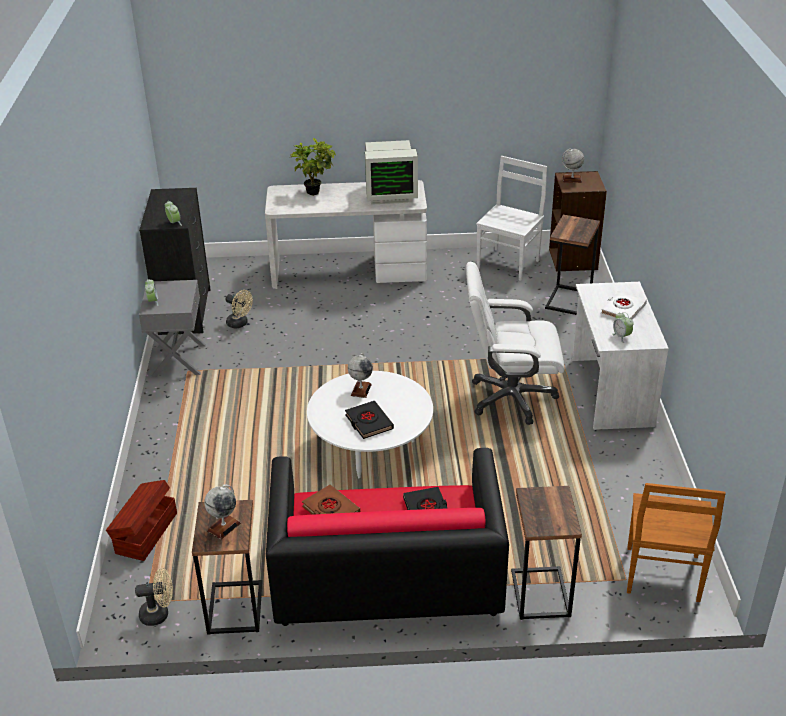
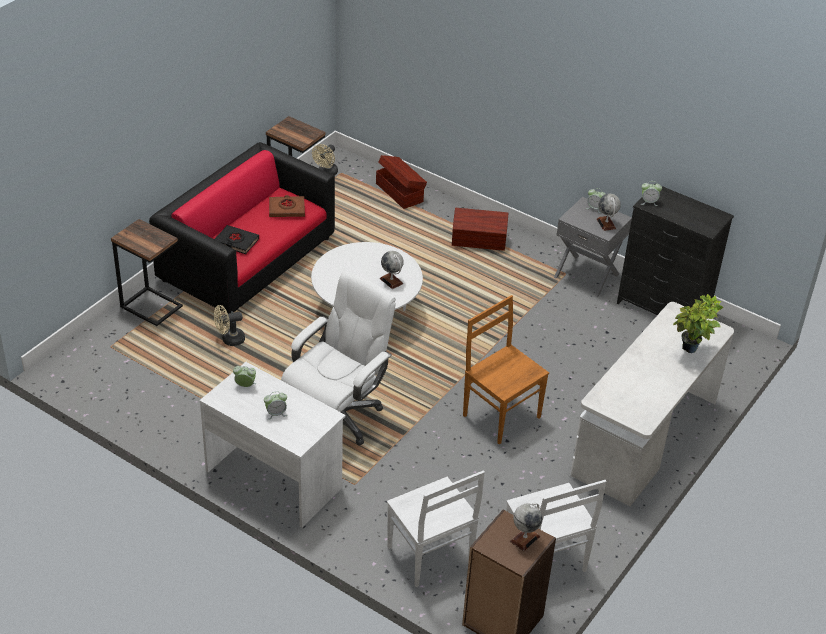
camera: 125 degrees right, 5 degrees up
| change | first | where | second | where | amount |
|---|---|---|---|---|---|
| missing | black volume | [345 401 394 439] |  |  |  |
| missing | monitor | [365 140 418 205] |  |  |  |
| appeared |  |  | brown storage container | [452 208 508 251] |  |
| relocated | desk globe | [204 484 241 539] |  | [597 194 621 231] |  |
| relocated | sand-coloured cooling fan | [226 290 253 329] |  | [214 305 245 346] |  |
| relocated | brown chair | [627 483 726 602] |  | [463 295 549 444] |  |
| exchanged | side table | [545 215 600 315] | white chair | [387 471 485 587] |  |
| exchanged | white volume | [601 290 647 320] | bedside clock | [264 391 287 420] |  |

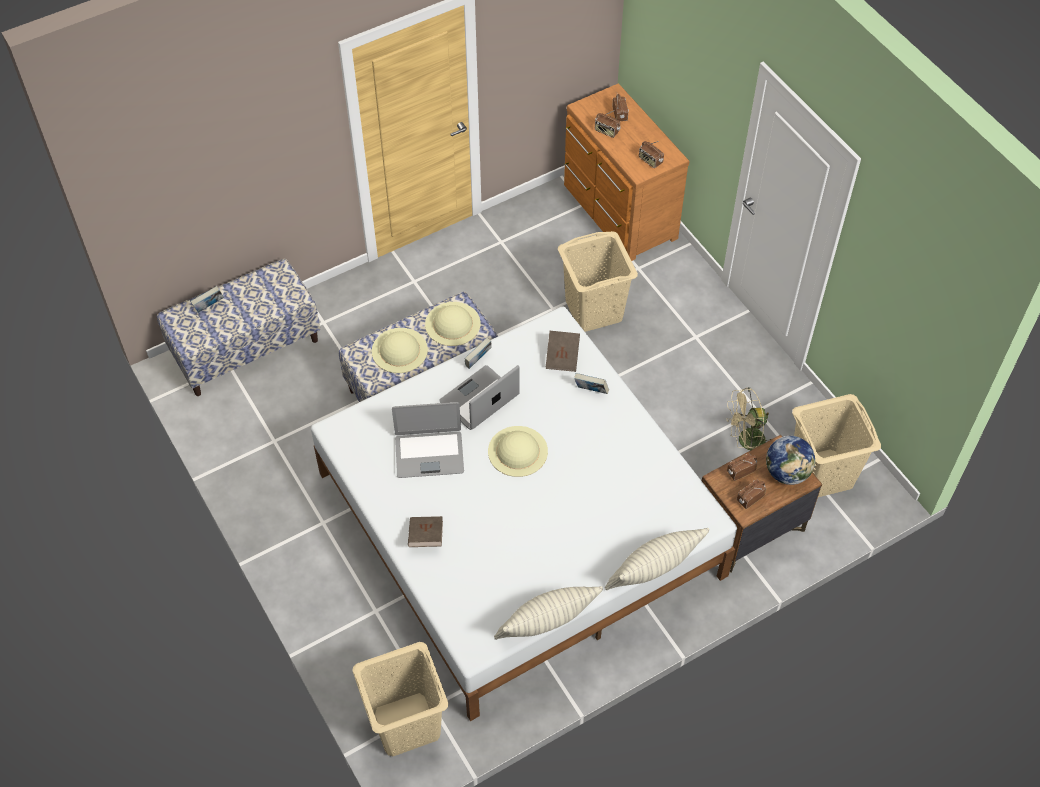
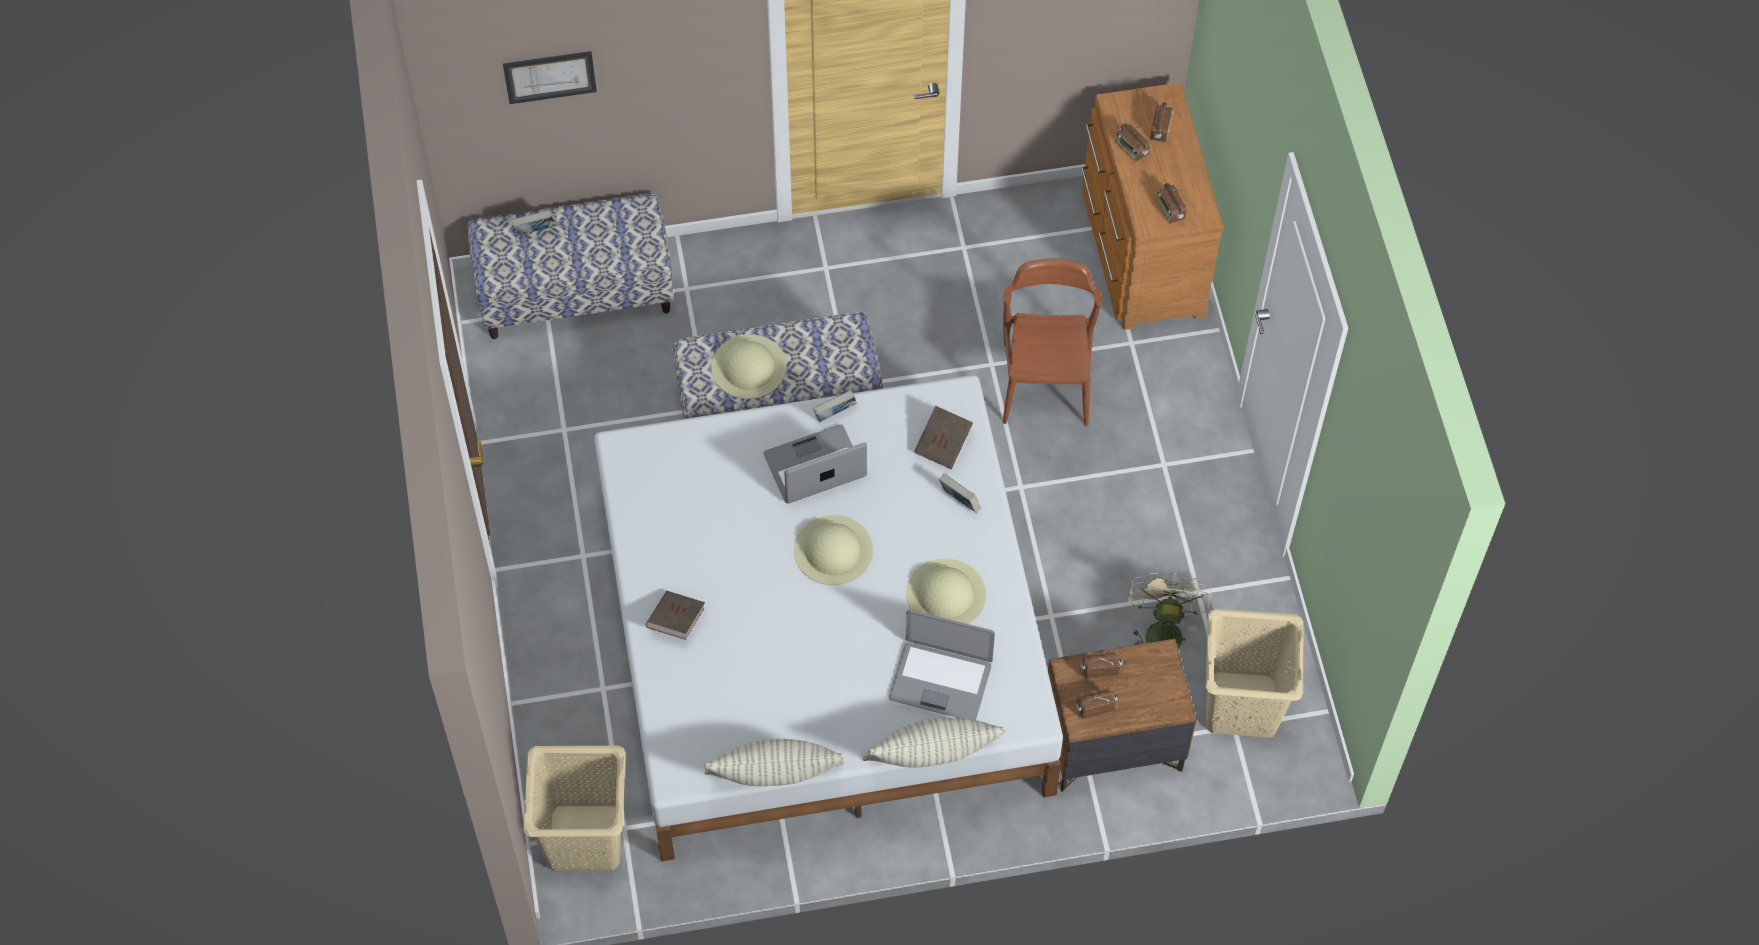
camera: 20 degrees right, 5 degrees up
| change | first | where | second | where | amount |
|---|---|---|---|---|---|
| missing | desk globe | [766 436 815 485] |  |  |  |
| appeared |  |  | picture | [503 51 597 104] |  |
| relocated | portable computer | [392 402 464 478] |  | [889 610 995 720] |  |
| relocated | sand-coloured wearable hat | [425 302 480 346] |  | [906 559 986 624] |  |
| exchanged | sand-coloured washing basket | [558 231 638 332] | brown chair | [1003 258 1102 426] |  |
| spun | sand-coloured cooling fan | [727 387 771 450] |  | [1128 573 1212 649] | 90 degrees clockwise |

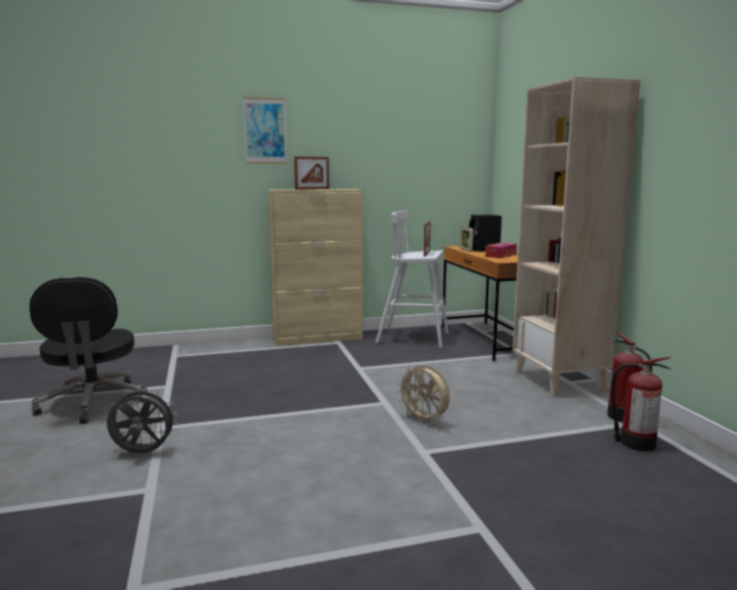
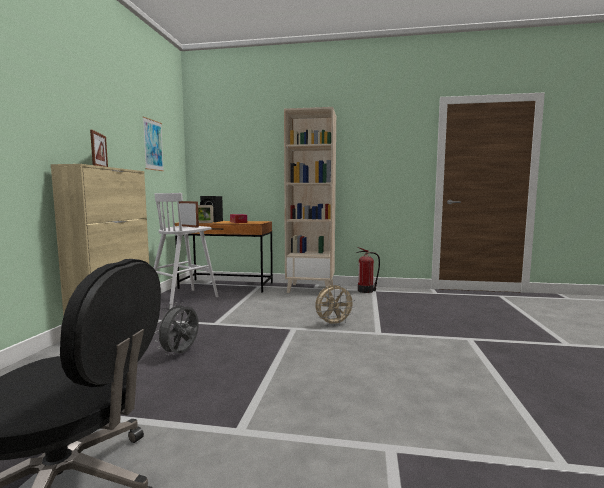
camera: 65 degrees left, 5 degrees down
| change | first | where | second | where | amount |
|---|---|---|---|---|---|
| missing | extinguisher | [611 357 671 451] |  |  |  |
| relocated | gray cooling fan | [107 387 178 453] |  | [155 302 199 355] |  |
| relocated | picture | [243 97 287 163] |  | [143 117 164 171] |  |

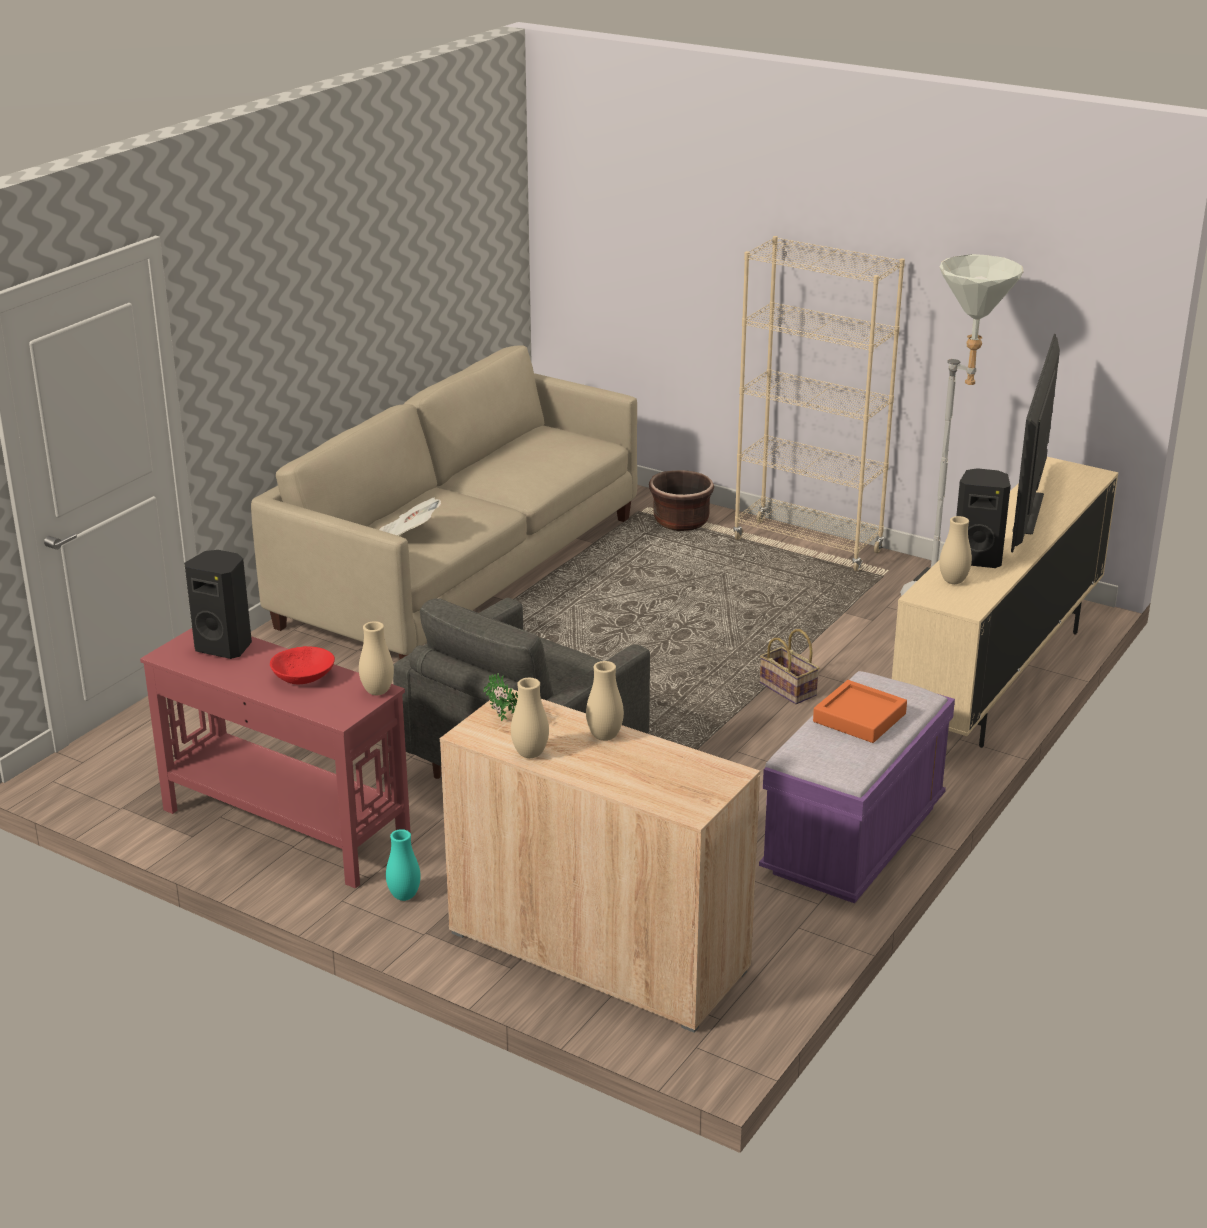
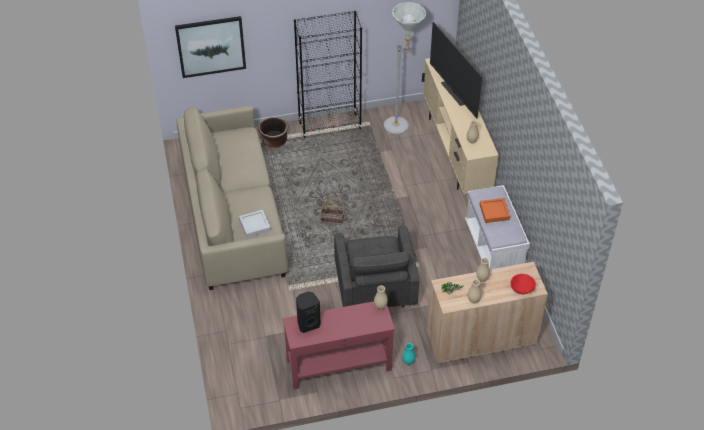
camera: 45 degrees left, 20 degrees up
| change | first | where | second | where | amount |
|---|---|---|---|---|---|
| missing | black speaker | [956 468 1011 568] |  |  |  |
| appeared |  |  | picture | [175 16 246 78] |  |
| relocated | red bowl | [270 646 335 684] |  | [510 274 536 294] |  |
| relocated | household basket | [760 629 819 704] |  | [320 198 344 225] |  |
| exchanged | daily paper | [379 498 441 536] | gray tray | [239 210 271 238] |  |
| colour | sand-coloured bookshelf | [733 236 905 572] | black bookshelf | [294 10 362 138] |  |
| colour | purple-coloured bench | [759 671 955 903] | white bench | [465 185 530 269] |  |

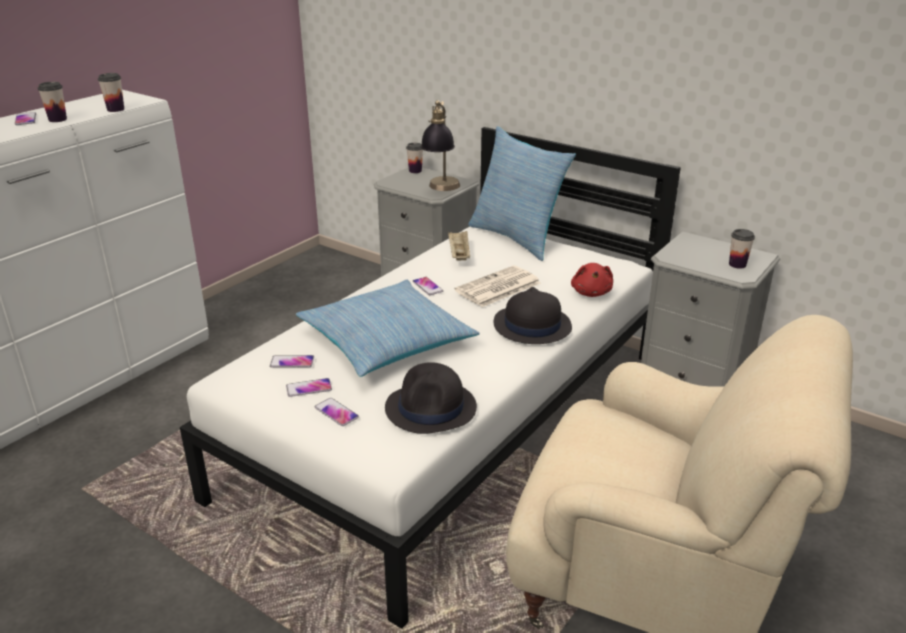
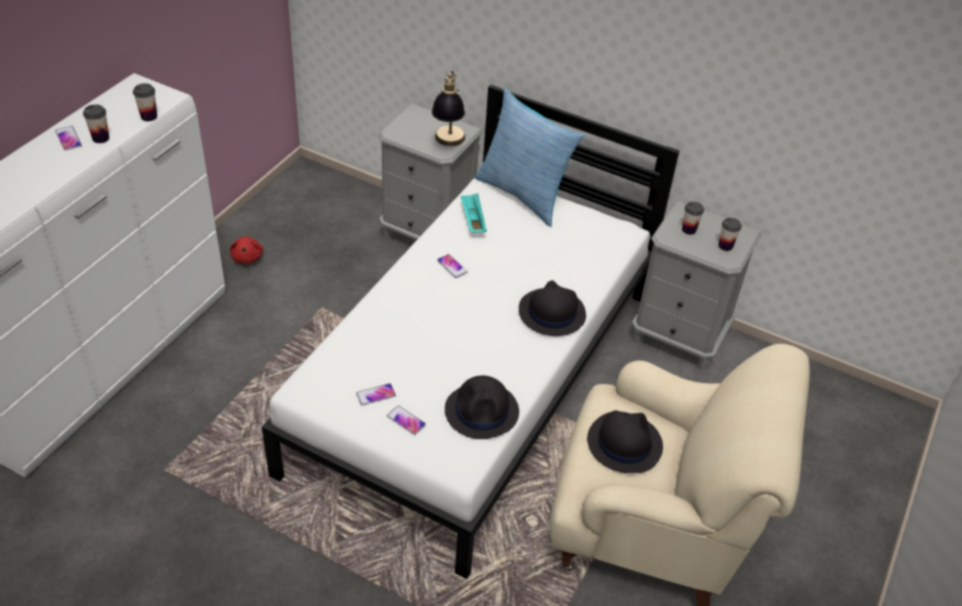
camera: 10 degrees left, 15 degrees up
| change | first | where | second | where | amount |
|---|---|---|---|---|---|
| missing | telephone | [270 355 314 368] |  |  |  |
| missing | cushion | [296 280 479 377] |  |  |  |
| missing | daily paper | [454 266 541 307] |  |  |  |
| appeared |  |  | black wearable hat | [587 410 663 473] |  |
| relocated | cup | [406 143 423 173] |  | [682 202 704 235] |  |
| relocated | red soft toy | [571 263 613 297] |  | [230 237 263 264] |  |
| colour | sand-coloured tray | [448 231 470 261] | turquoise tray | [461 193 487 233] |  |

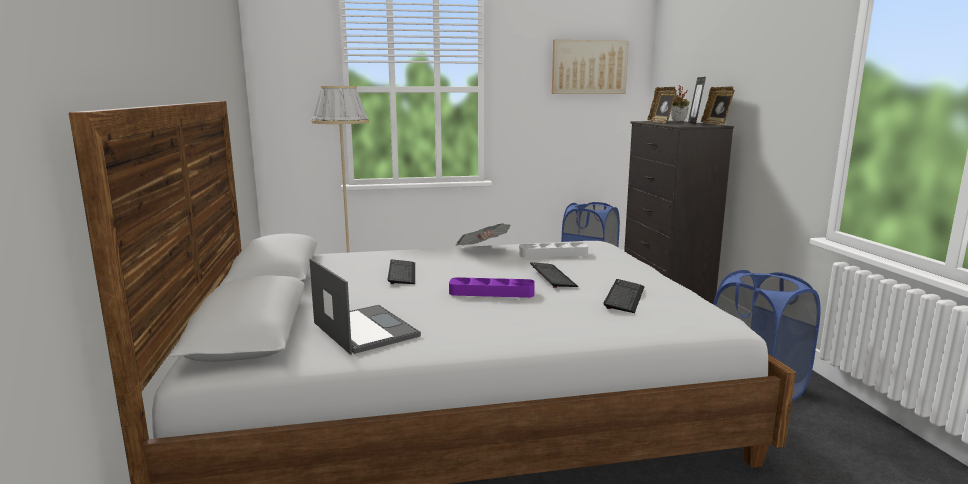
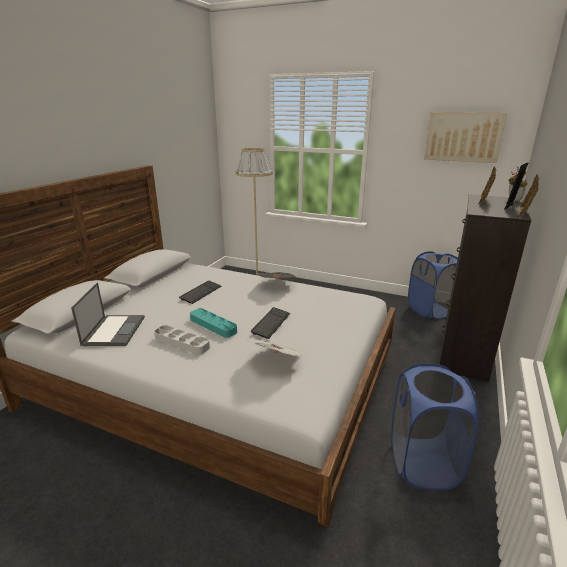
camera: 35 degrees right, 10 degrees up
| change | first | where | second | where | amount |
|---|---|---|---|---|---|
| relocated | gray tray | [519 242 588 258] |  | [154 325 210 355] |  |
| exchanged | keyboard | [603 279 645 313] | daily paper | [247 338 302 357] |  |
| colour | purple-coloured tray | [449 277 535 298] | turquoise tray | [190 308 237 338] |  |

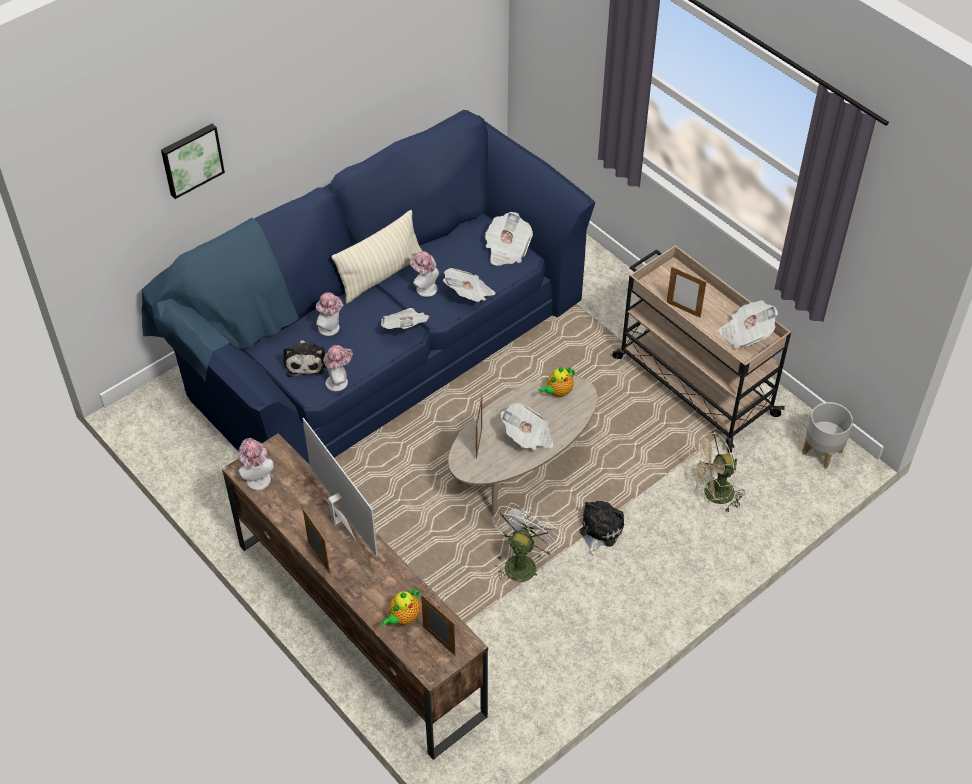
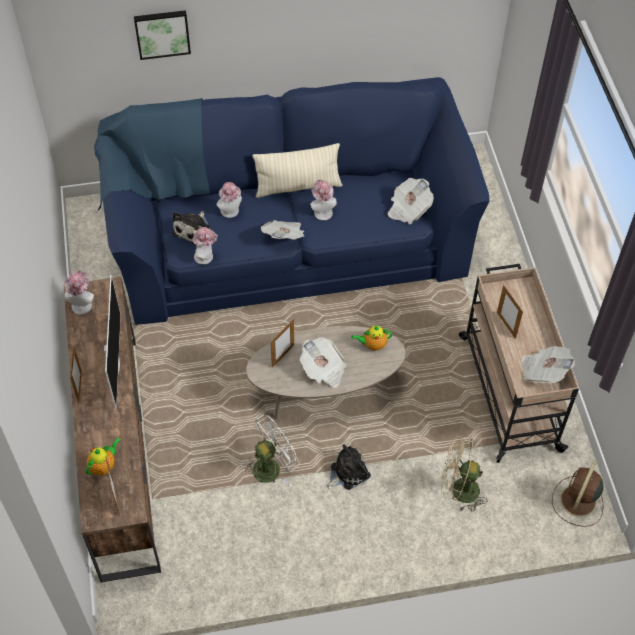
camera: 30 degrees right, 5 degrees up
| change | first | where | second | where | amount |
|---|---|---|---|---|---|
| missing | daily paper | [443 268 495 302] |  |  |  |
| exchanged | gray plant pot | [802 402 853 469] | brown cooling fan | [552 460 604 527] |  |
| spun | teapot | [380 588 420 627] |  | [86 438 120 475] | 150 degrees clockwise |

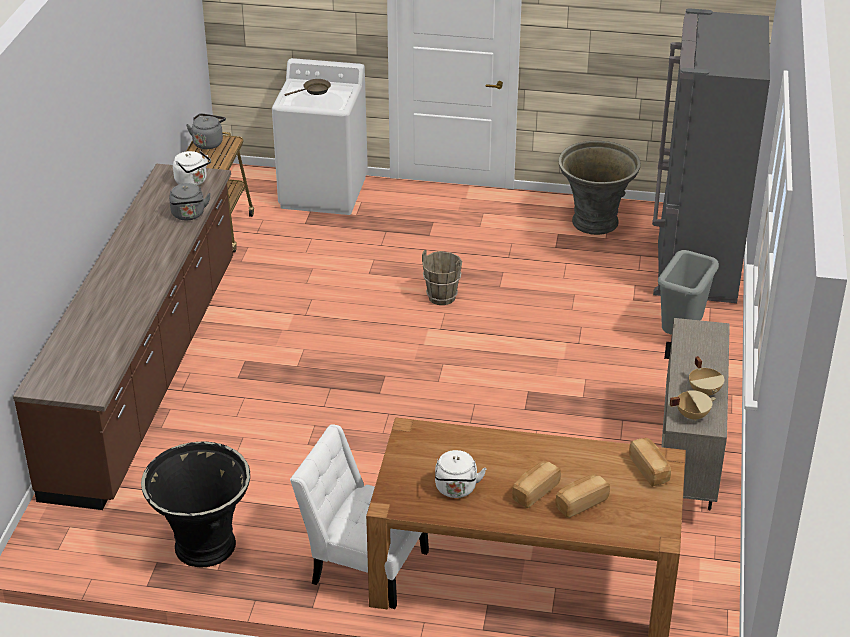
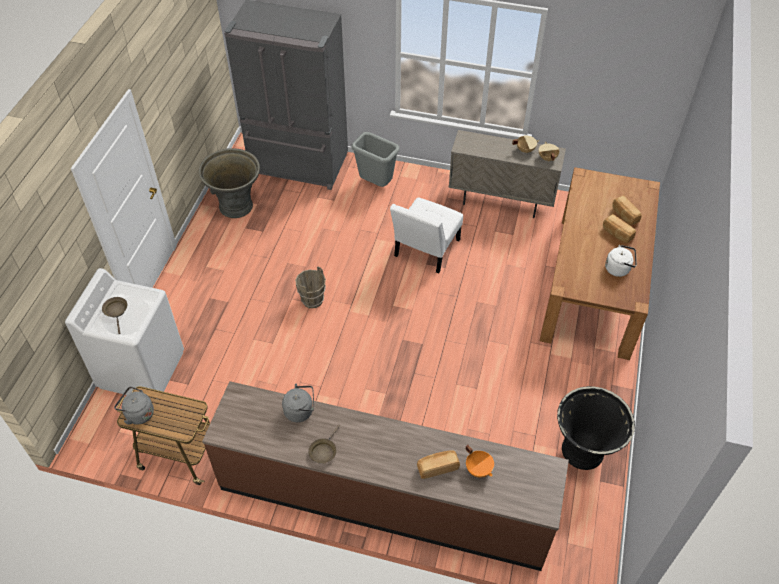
camera: 85 degrees left, 15 degrees up
| change | first | where | second | where | amount |
|---|---|---|---|---|---|
| missing | white kettle | [173 151 211 186] |  |  |  |
| appeared |  |  | brown frying pan | [308 424 340 464] |  |
| appeared |  |  | orange saucepot | [465 445 494 478] |  |
| relocated | white chair | [290 424 429 609] |  | [390 198 463 274] |  |
| relocated | bakery bread | [629 438 671 487] |  | [417 450 460 479] |  |

